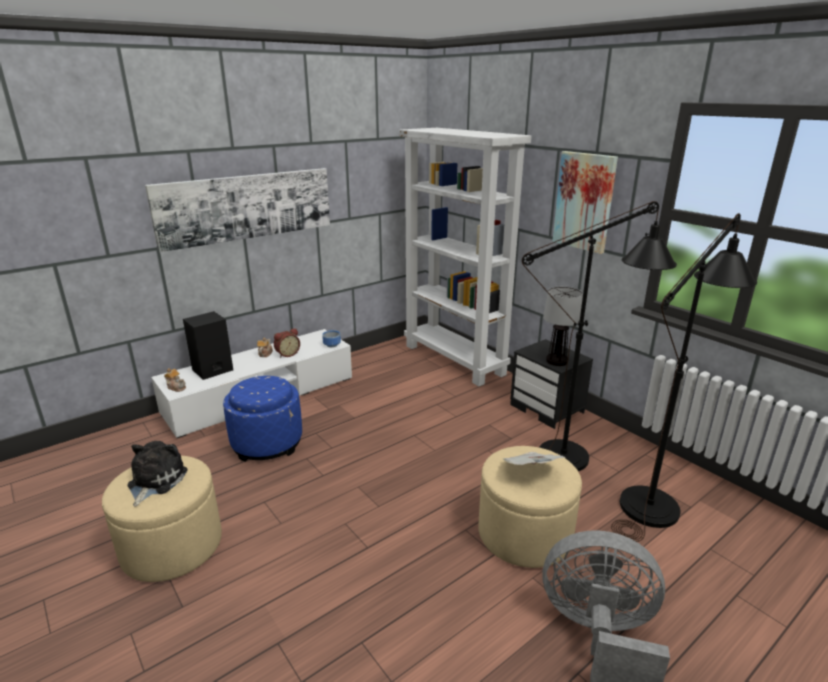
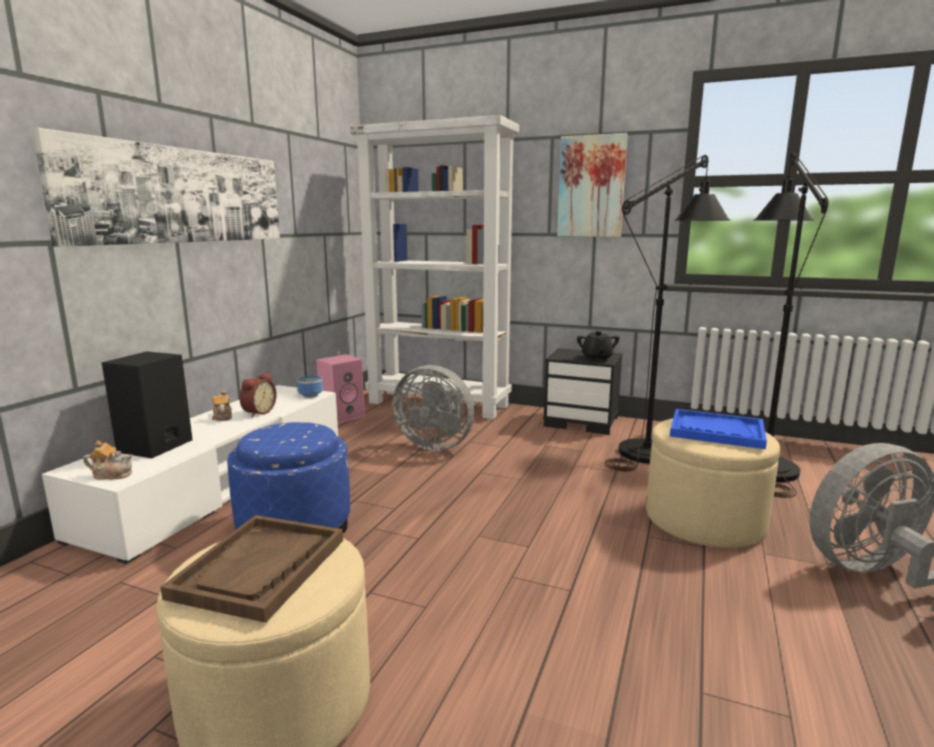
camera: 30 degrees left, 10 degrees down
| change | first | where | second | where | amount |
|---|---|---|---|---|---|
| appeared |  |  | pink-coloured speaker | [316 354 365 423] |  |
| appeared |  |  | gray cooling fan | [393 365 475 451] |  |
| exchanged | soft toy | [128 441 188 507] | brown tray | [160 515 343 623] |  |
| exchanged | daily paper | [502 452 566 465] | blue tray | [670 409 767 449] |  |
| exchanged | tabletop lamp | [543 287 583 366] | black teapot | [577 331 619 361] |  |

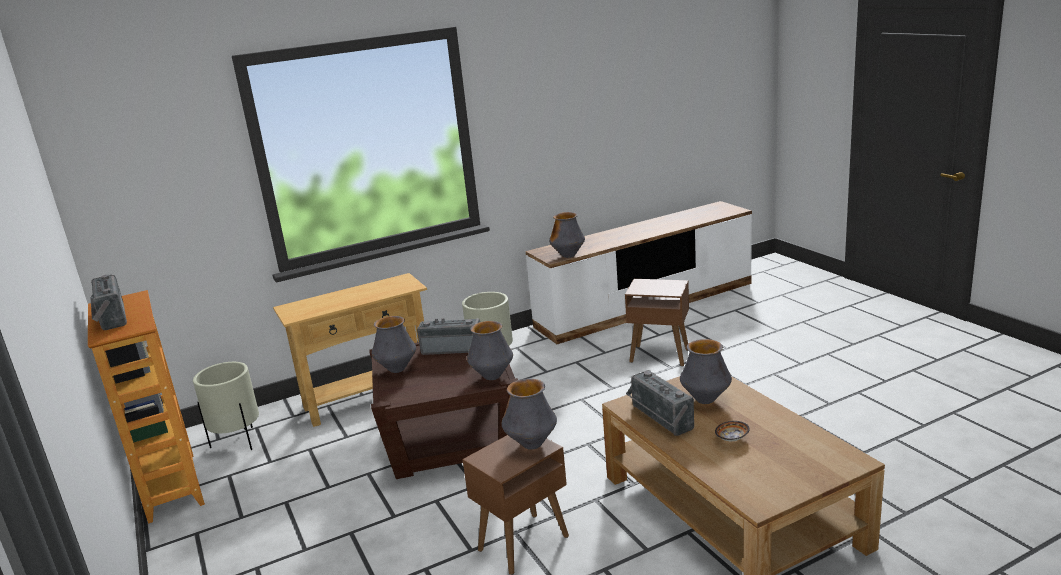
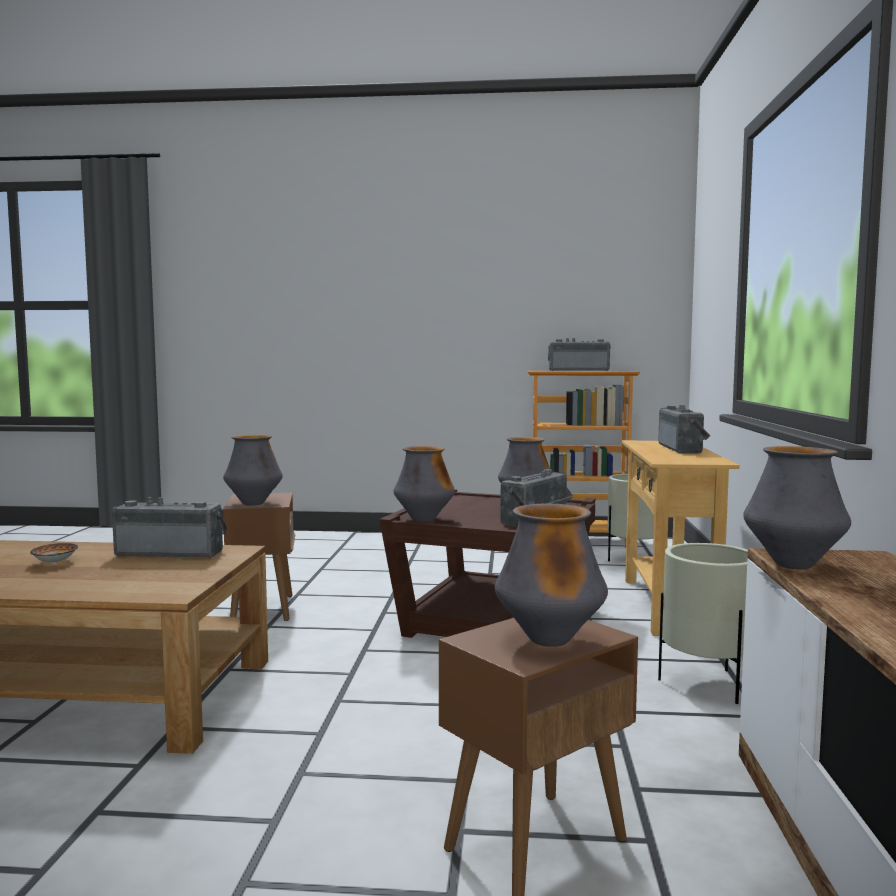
camera: 120 degrees right, 15 degrees down
| change | first | where | second | where | amount |
|---|---|---|---|---|---|
| appeared |  |  | radio set | [658 405 710 453] |  |
| relocated | vase | [680 339 732 404] |  | [495 504 608 647] |  |

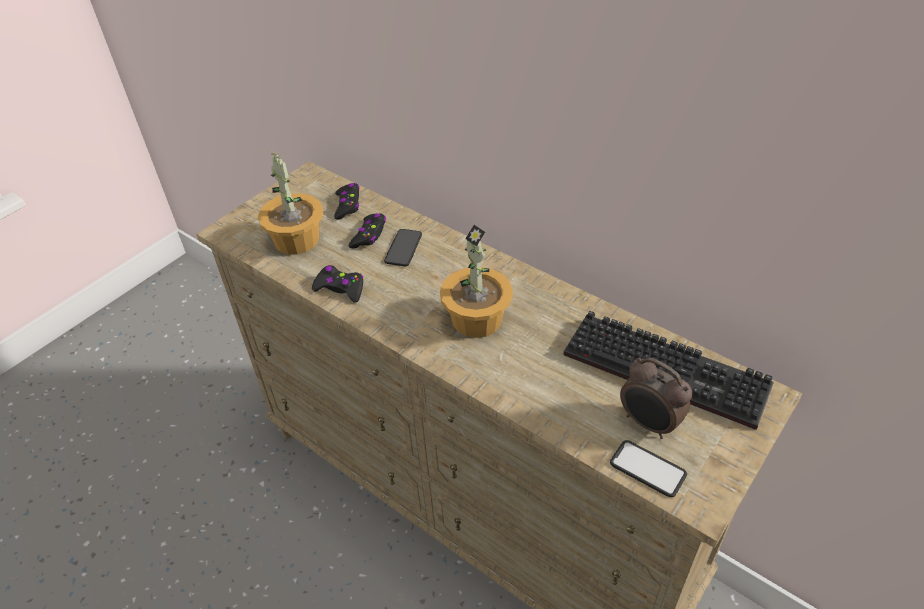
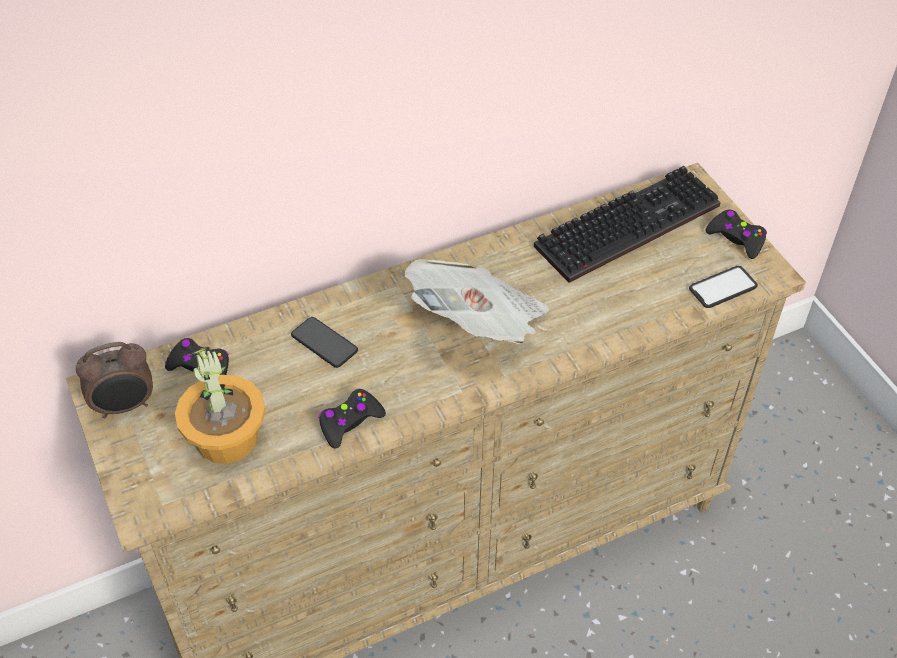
camera: 65 degrees left, 5 degrees up
| change | first | where | second | where | amount |
|---|---|---|---|---|---|
| relocated | black game controller | [349 213 386 248] |  | [705 209 767 259] |  |
| relocated | bedside clock | [620 358 692 439] |  | [76 342 153 419] |  |
| exchanged | houseplant | [440 225 513 338] | daily paper | [405 259 549 344] |  |

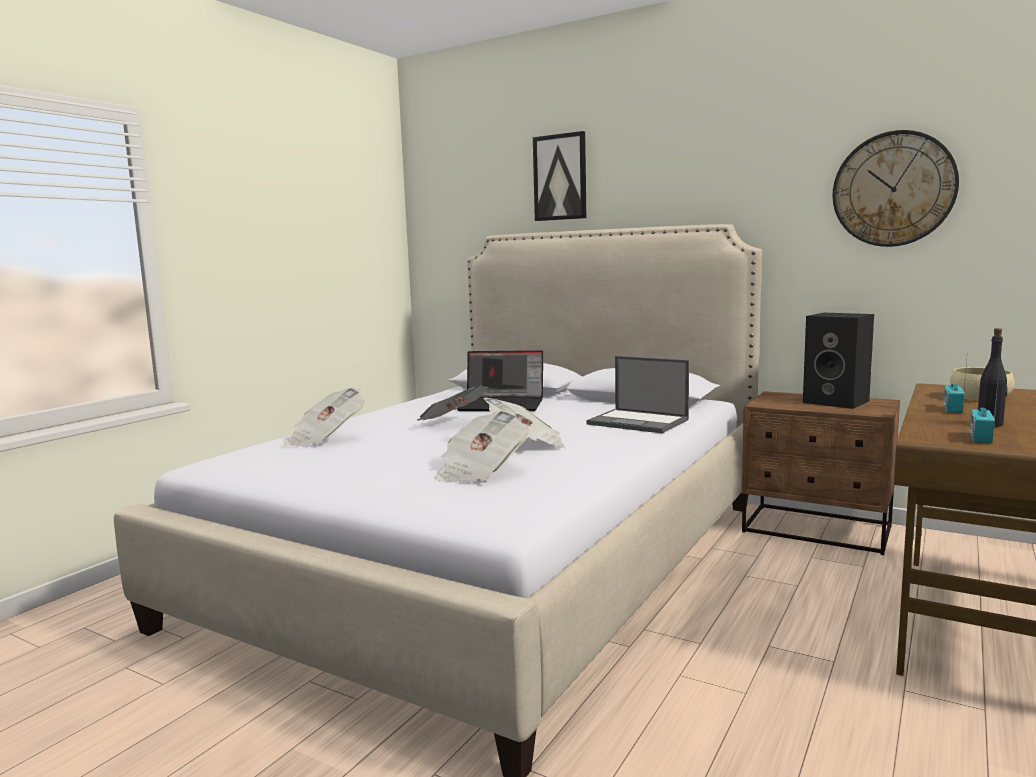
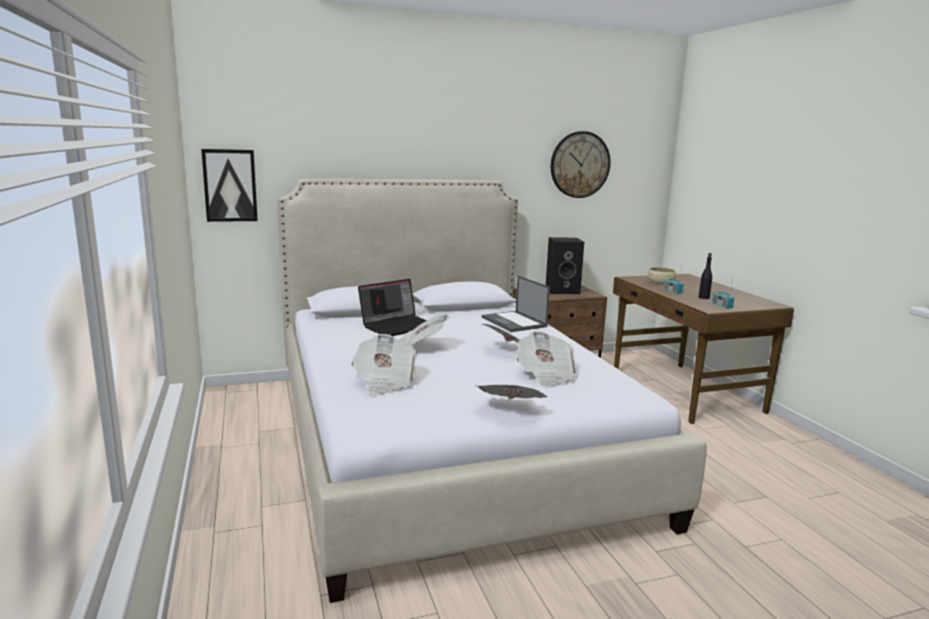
camera: 50 degrees left, 5 degrees up
| change | first | where | second | where | amount |
|---|---|---|---|---|---|
| appeared |  |  | daily paper | [477 385 548 399] |  |
| relocated | picture | [533 131 586 221] |  | [201 149 258 222] |  |
| spun | portable computer | [586 356 689 433] |  | [482 276 550 332] | 75 degrees clockwise |

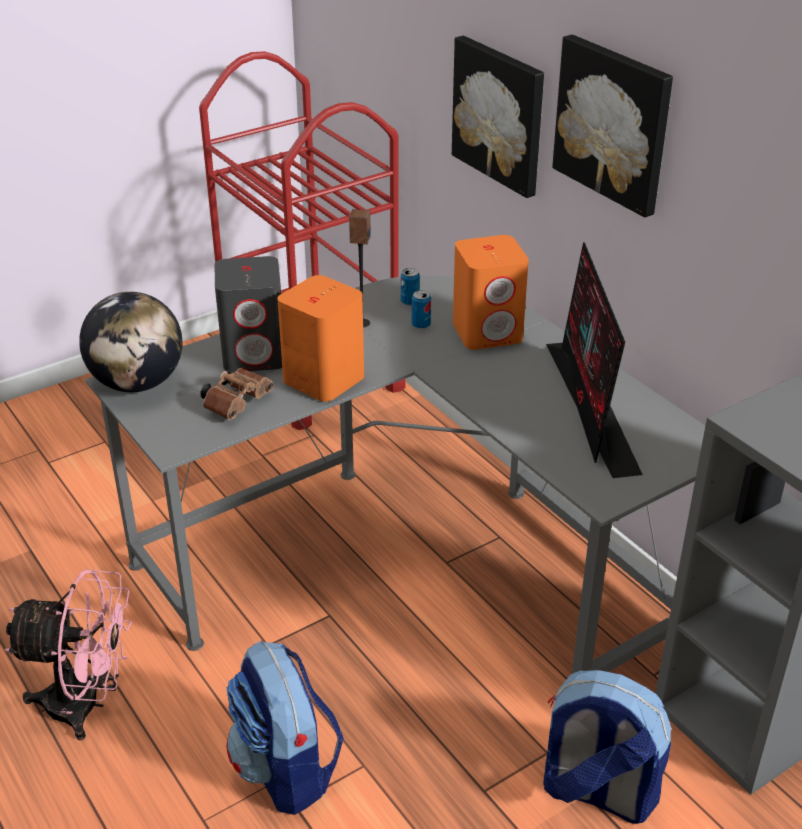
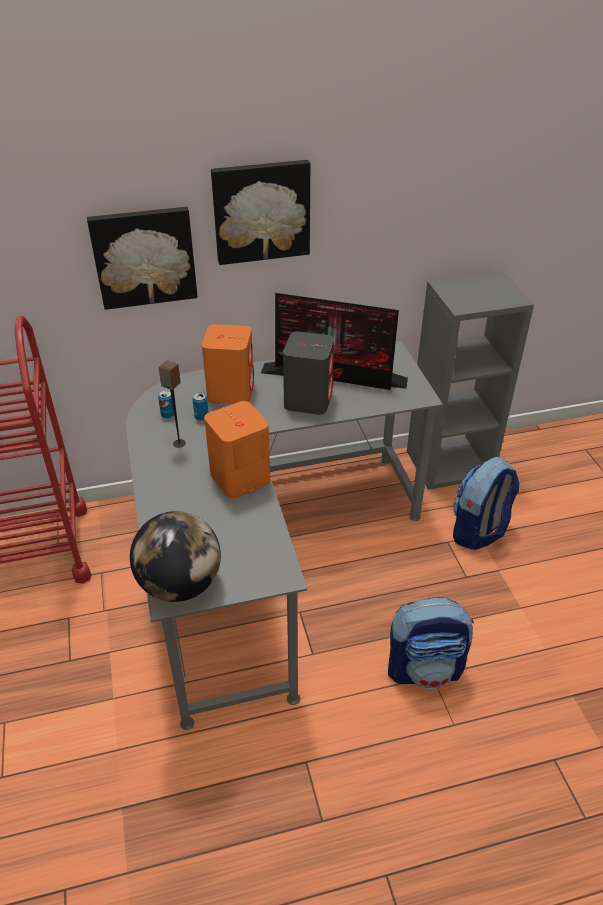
camera: 70 degrees left, 5 degrees up
| change | first | where | second | where | amount |
|---|---|---|---|---|---|
| missing | pink-coloured cooling fan | [5 569 132 741] |  |  |  |
| missing | brown binoculars | [200 368 274 420] |  |  |  |
| relocated | gray speaker | [215 256 282 372] |  | [283 331 334 415] |  |

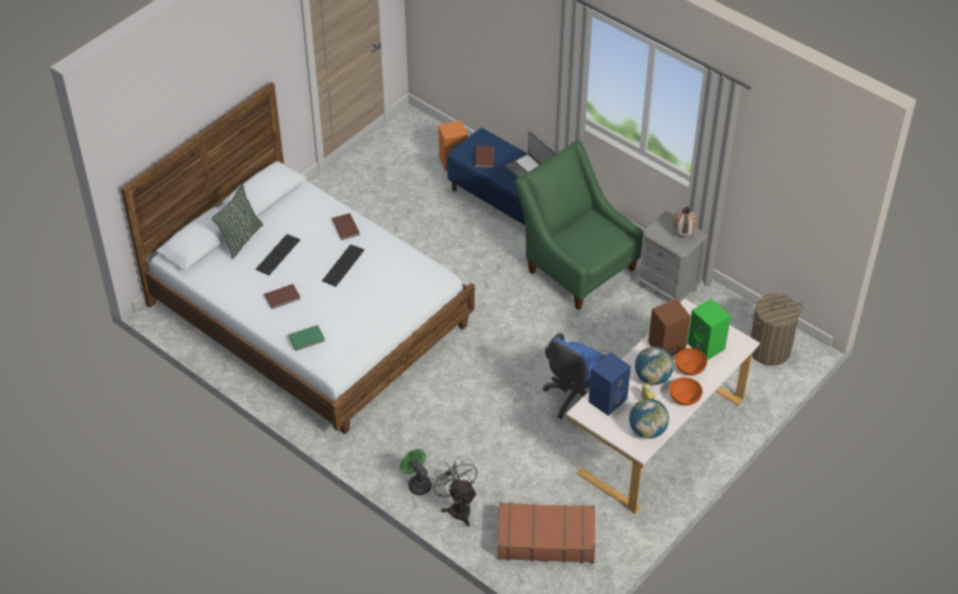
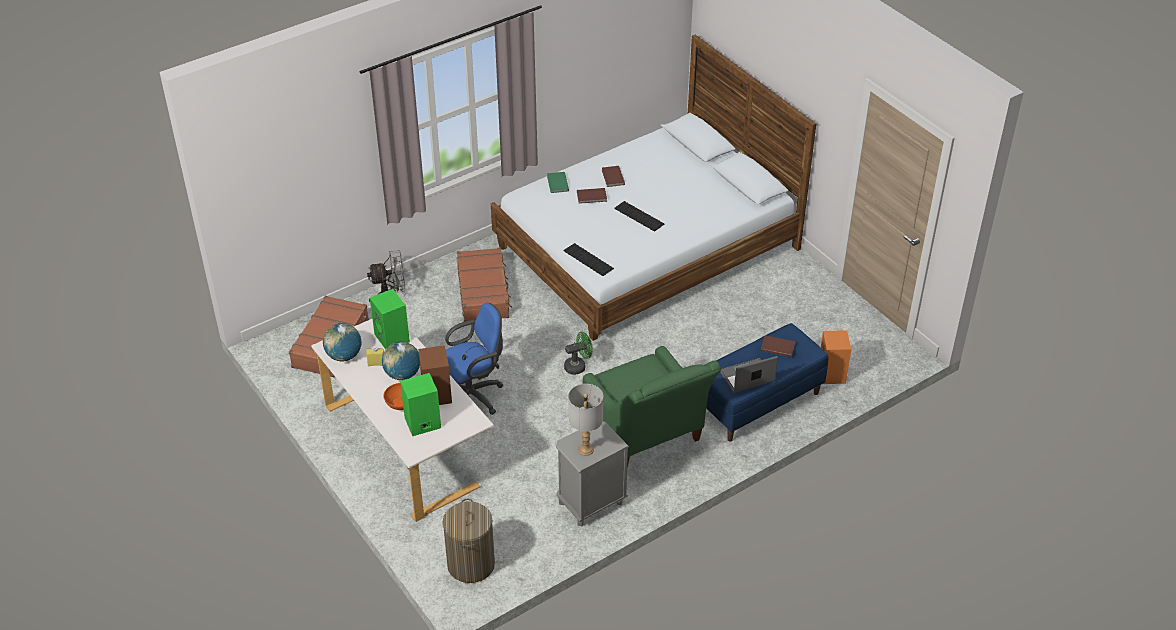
camera: 105 degrees right, 5 degrees down
| change | first | where | second | where | amount |
|---|---|---|---|---|---|
| missing | green cushion | [212 184 263 259] |  |  |  |
| missing | orange bowl | [670 377 703 406] |  |  |  |
| appeared |  |  | brown travel case | [457 248 512 322] |  |
| relocated | keyboard | [256 234 300 275] |  | [564 243 614 276] |  |
| relocated | brown volume | [332 213 360 240] |  | [577 188 607 204] |  |
| relocated | green cooling fan | [400 449 432 495] |  | [564 332 593 375] |  |
| exchanged | vase | [673 206 697 237] | gray tabletop lamp | [568 384 603 456] |  |
| colour | blue speaker | [588 352 631 416] | green speaker | [370 289 410 349] |  |
| spun | green armchair | [514 141 643 310] |  | [582 346 721 468] | 90 degrees clockwise |
| spun | blue computer chair | [543 333 606 419] |  | [445 303 503 415] | 105 degrees clockwise |

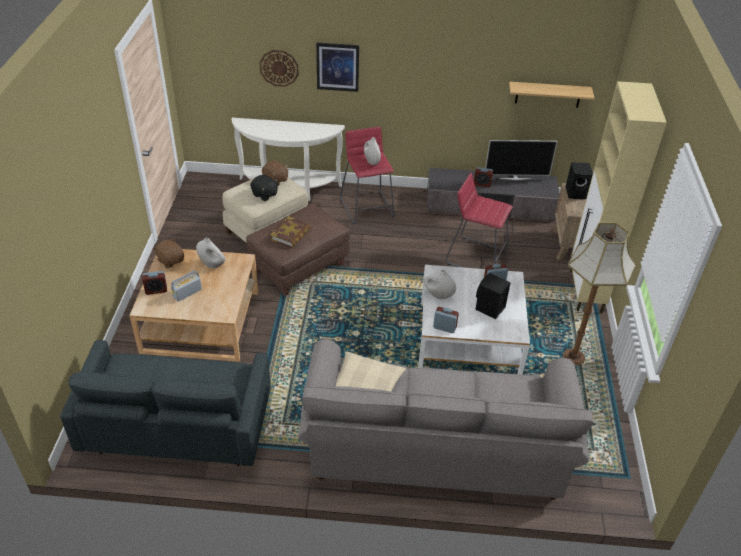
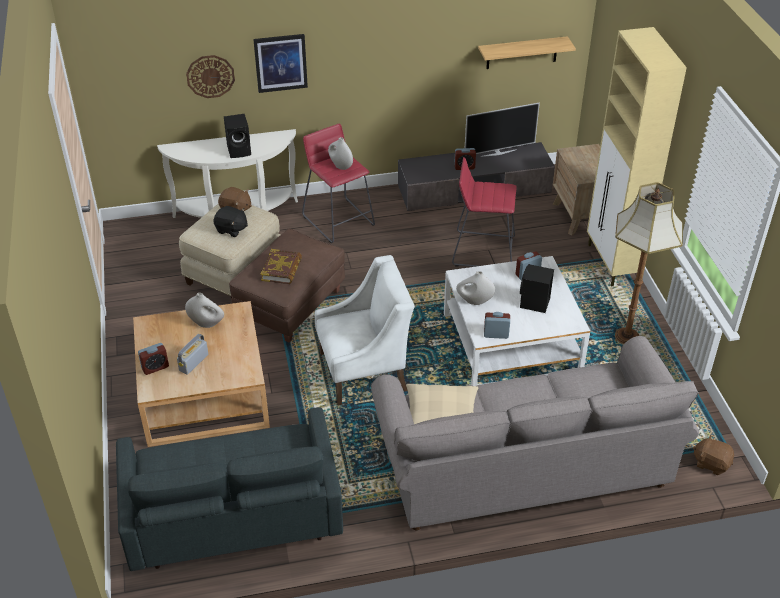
camera: 15 degrees left, 0 degrees up
| change | first | where | second | where | amount |
|---|---|---|---|---|---|
| appeared |  |  | white armchair | [315 255 415 405] |  |
| relocated | brown soft toy | [153 238 184 268] |  | [693 435 734 475] |  |
| relocated | black speaker | [566 162 593 199] |  | [224 114 251 158] |  |

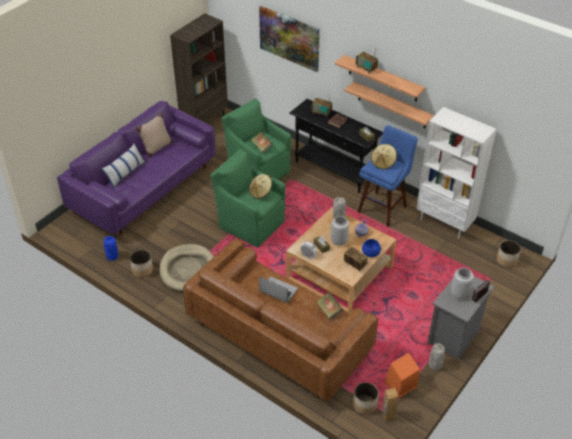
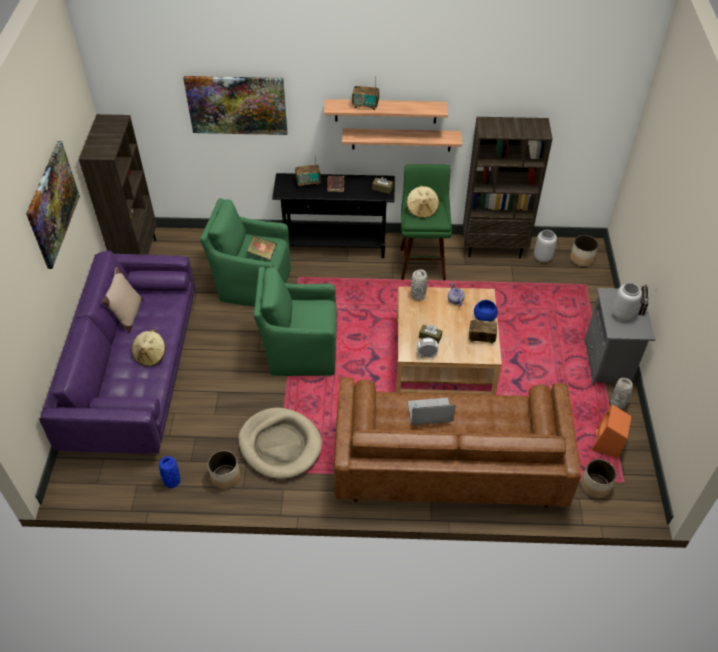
camera: 35 degrees left, 5 degrees up
| change | first | where | second | where | amount |
|---|---|---|---|---|---|
| missing | cushion | [101 143 145 189] |  |  |  |
| missing | volume | [317 292 343 320] |  |  |  |
| missing | brown speaker | [382 388 399 421] |  |  |  |
| appeared |  |  | picture | [26 141 80 269] |  |
| relocated | sand-coloured wearable hat | [249 174 272 199] |  | [132 329 165 367] |  |
| relocated | gray vase | [331 216 349 245] |  | [534 230 557 262] |  |
| colour | blue sitting stool | [358 125 418 227] | green sitting stool | [400 164 452 281] |  |
| colour | white bookshelf | [416 107 496 239] | brown bookshelf | [463 117 553 259] |  |

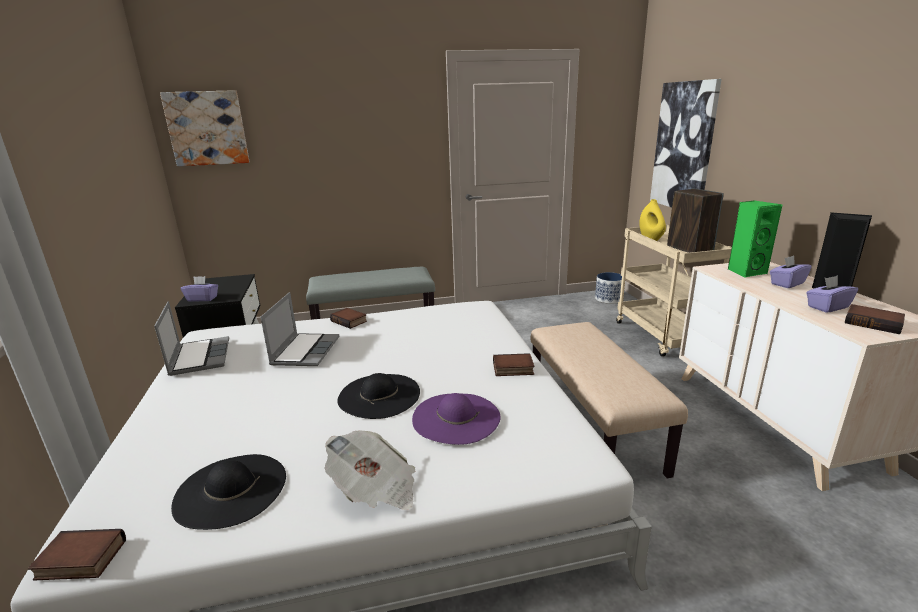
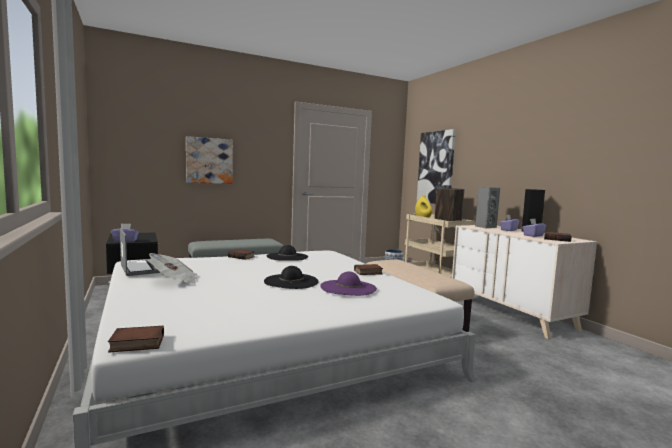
camera: 15 degrees left, 15 degrees down
| change | first | where | second | where | amount |
|---|---|---|---|---|---|
| missing | portable computer | [261 292 339 366] |  |  |  |
| relocated | picture | [160 90 250 166] |  | [186 136 233 184] |  |
| relocated | black wearable hat | [171 454 286 530] |  | [266 245 308 261] |  |
| relocated | daily paper | [324 431 415 510] |  | [149 253 197 284] |  |
| colour | green speaker | [728 200 783 277] | gray speaker | [475 187 500 228] |  |

